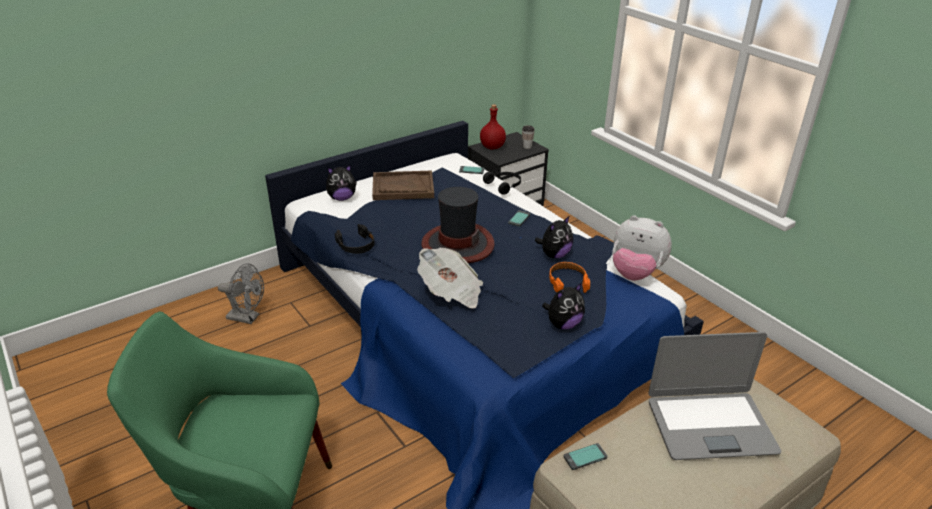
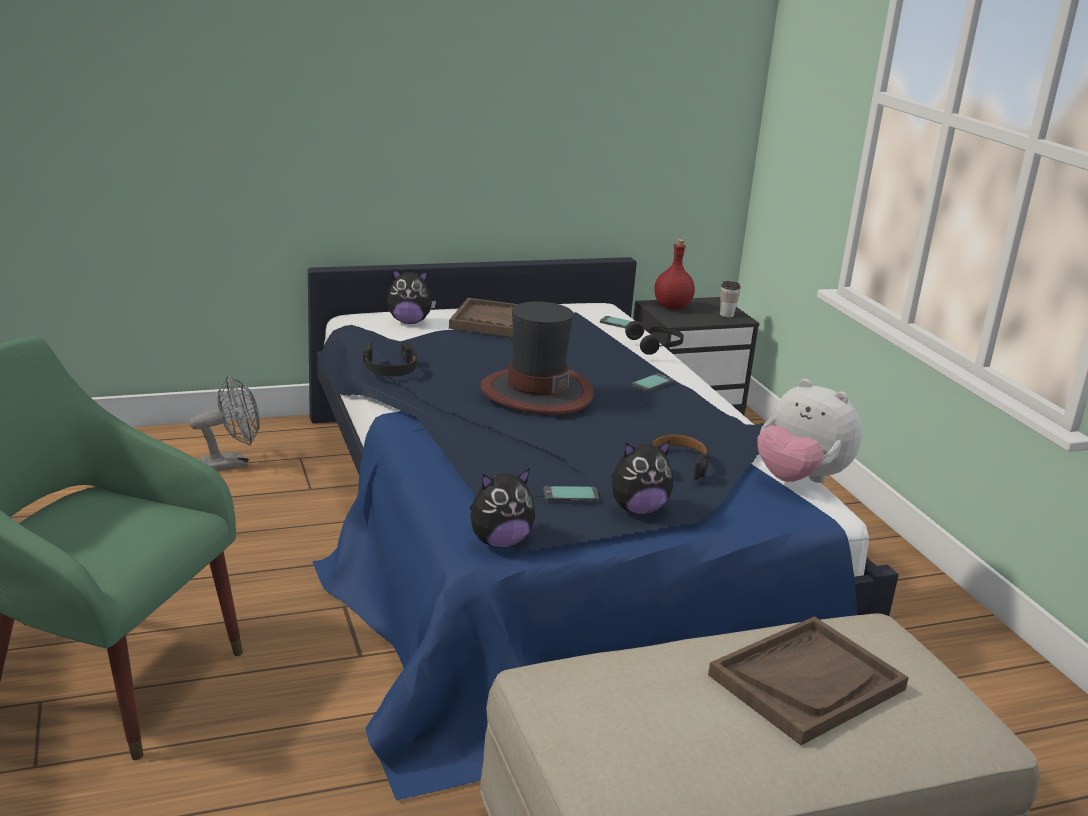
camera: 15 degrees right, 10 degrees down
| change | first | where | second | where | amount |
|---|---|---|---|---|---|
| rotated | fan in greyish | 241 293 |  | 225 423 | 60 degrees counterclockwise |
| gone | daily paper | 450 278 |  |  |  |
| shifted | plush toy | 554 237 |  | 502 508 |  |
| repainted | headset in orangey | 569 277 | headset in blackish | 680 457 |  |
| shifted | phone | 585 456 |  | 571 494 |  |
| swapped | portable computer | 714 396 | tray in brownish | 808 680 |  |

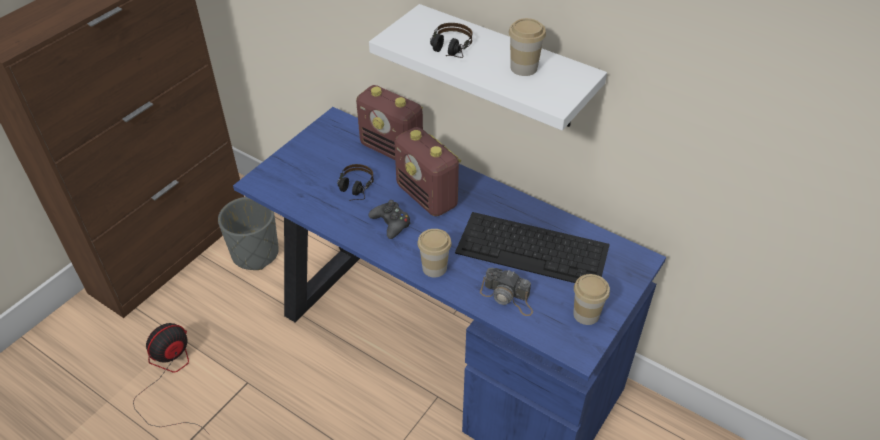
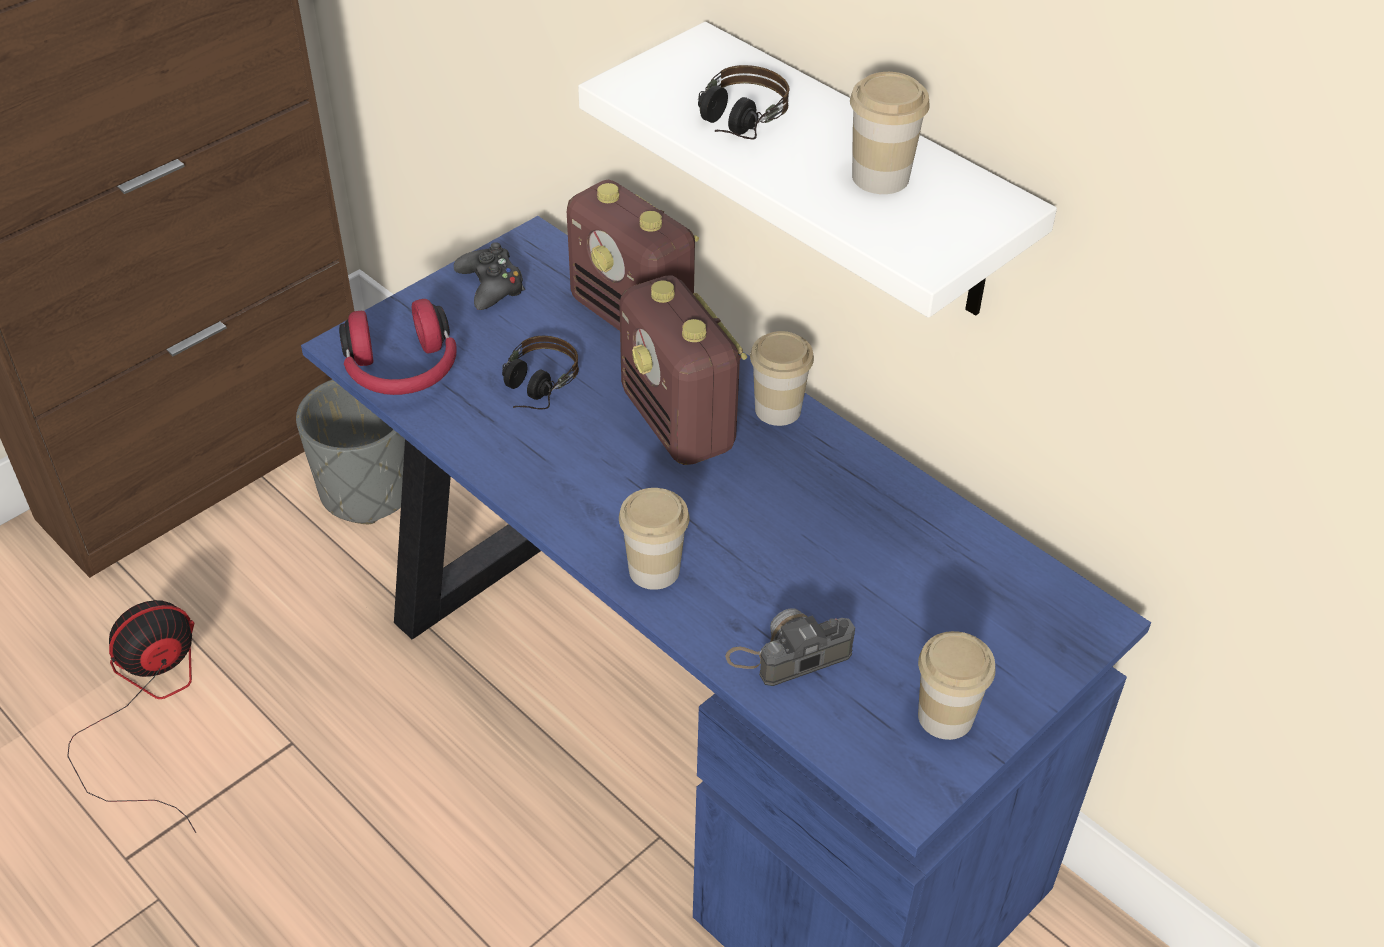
camera: 10 degrees right, 0 degrees up
| change | first | where | second | where | amount |
|---|---|---|---|---|---|
| shifted | gamepad in blackish | 390 219 |  | 489 276 |  |
| gone | keyboard | 532 247 |  |  |  |
| rotated | photo camera | 506 292 |  | 790 647 | 120 degrees clockwise |
| new |  |  | headset in reddish | 398 347 |  |
| new |  |  | drinking cup | 782 378 |  |

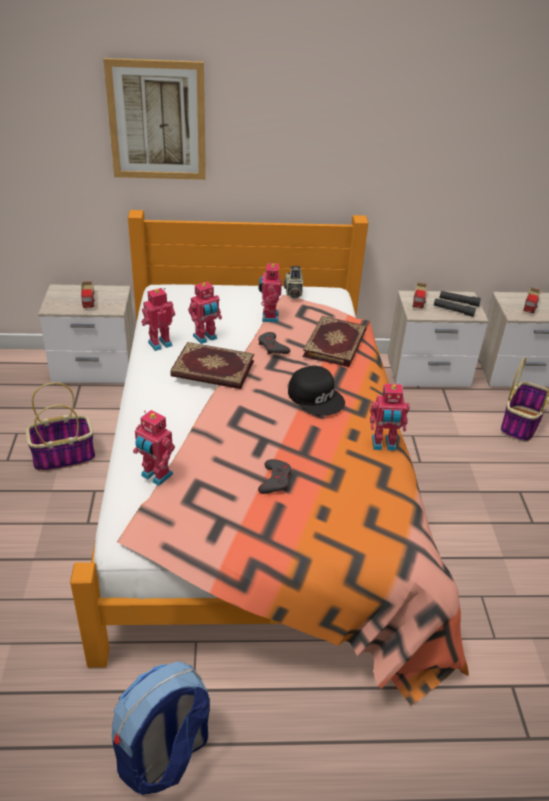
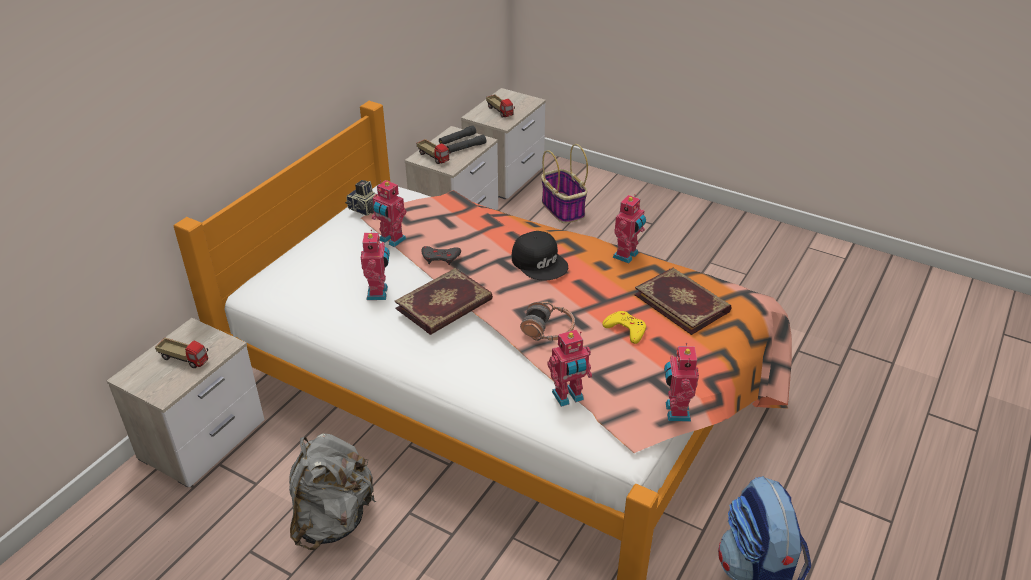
camera: 55 degrees left, 0 degrees up
| change | first | where | second | where | amount |
|---|---|---|---|---|---|
| swapped | household basket | 61 427 | knapsack in greyish | 332 491 |  |
| gone | wall art | 154 119 |  |  |  |
| shifted | robot figure | 158 319 |  | 681 382 |  |
| repainted | gamepad in greyish | 274 476 | gamepad in yellow-coloured | 624 327 |  |
| rotated | peaked cap in blackish | 316 391 |  | 540 255 | 60 degrees clockwise |
| shifted | bound book | 334 341 |  | 682 301 |  |
| new |  |  | headset | 547 321 |  |

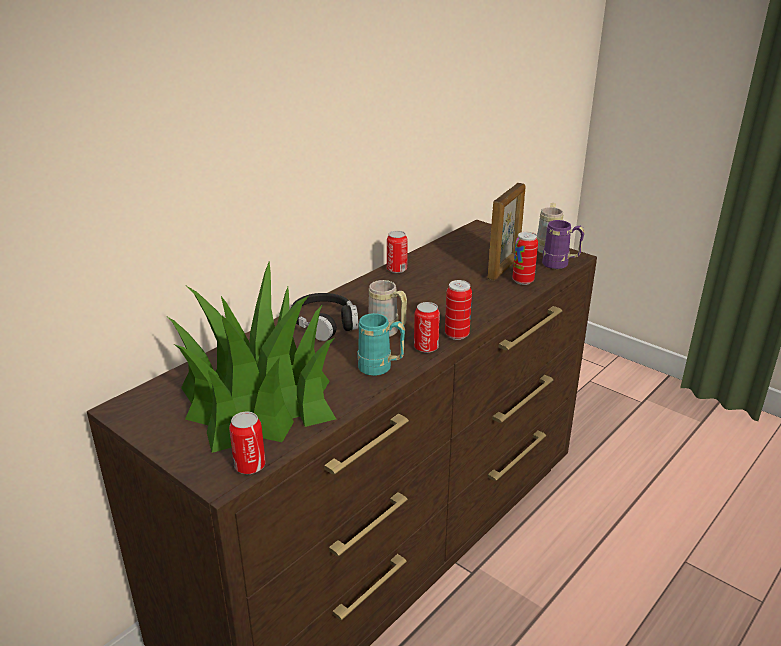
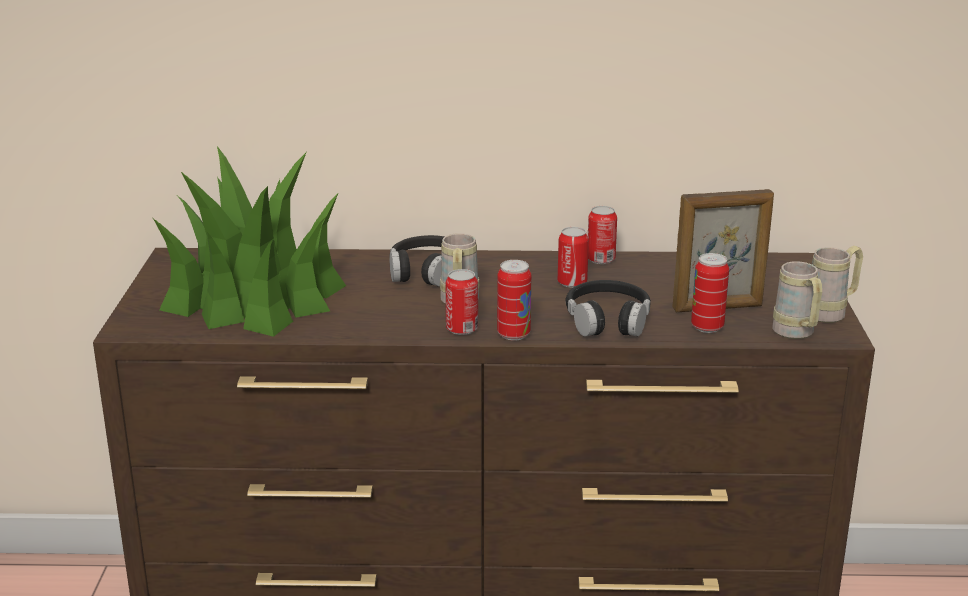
camera: 50 degrees right, 5 degrees down
| change | first | where | second | where | amount |
|---|---|---|---|---|---|
| shifted | metal can | 247 443 |  | 573 257 |  |
| gone | coffee mug in blue-green | 381 344 |  |  |  |
| repainted | coffee mug in purple | 563 244 | coffee mug in sand-coloured | 797 300 |  |
| new |  |  | headset in blackish | 608 308 |  |

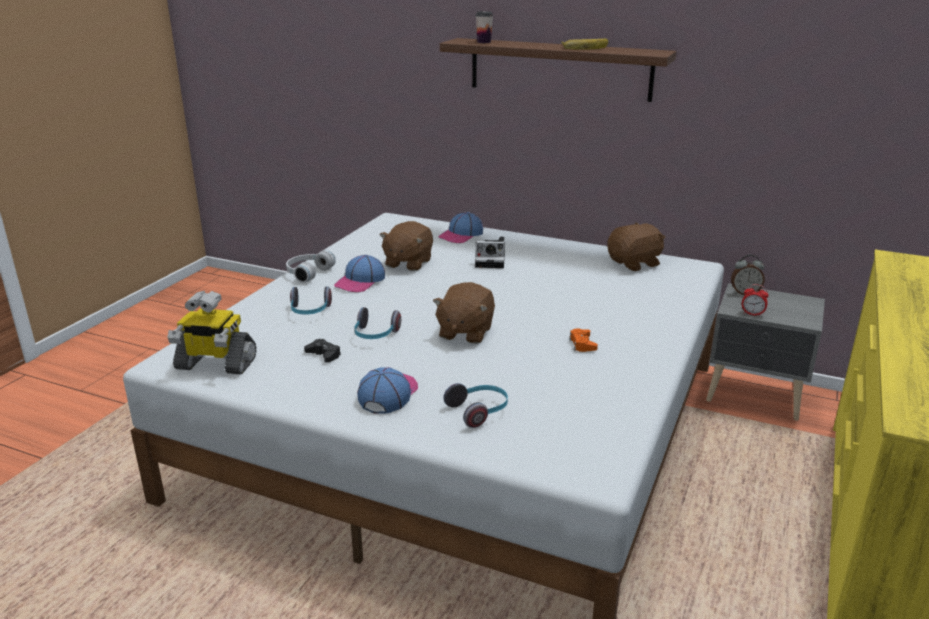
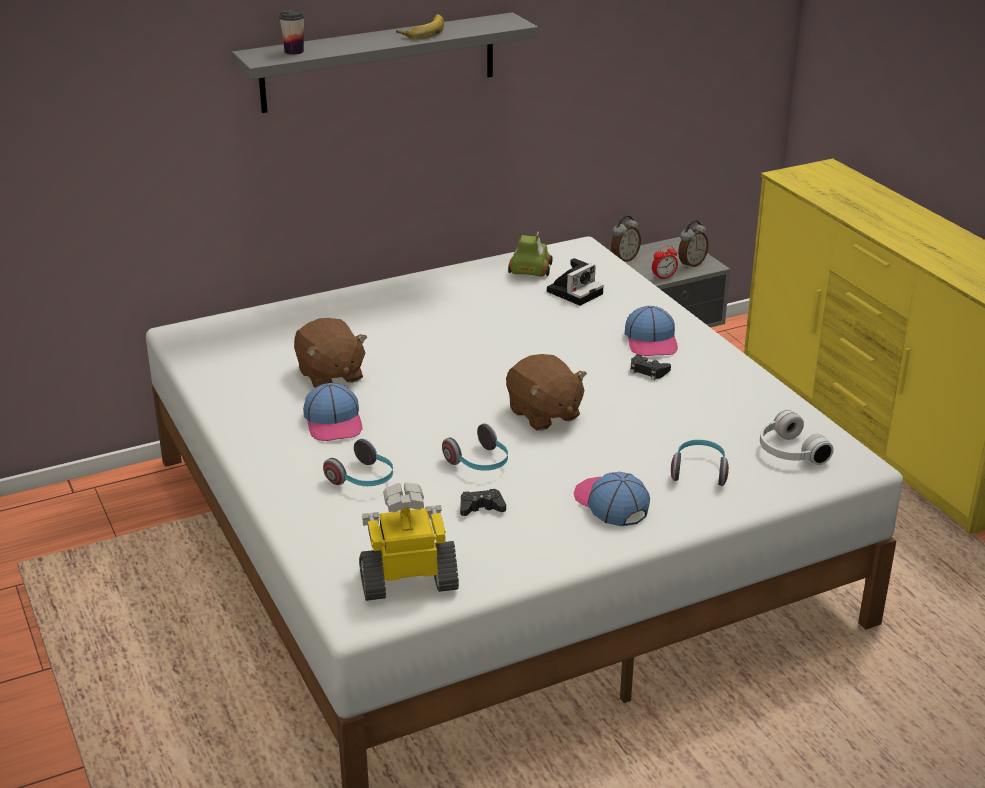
camera: 50 degrees left, 5 degrees up
| change | first | where | second | where | amount |
|---|---|---|---|---|---|
| rotated | robot figure | 211 333 |  | 409 541 | 150 degrees counterclockwise |
| shifted | headset in white | 311 266 |  | 797 437 |  |
| shifted | peaked cap | 461 227 |  | 651 331 |  |
| repainted | bracket shelf in brownish | 558 70 | bracket shelf in greyish | 385 62 |  |
| shifted | photo camera | 490 252 |  | 575 282 |  |
| repainted | gamepad in orangey | 583 340 | gamepad in blackish | 650 367 |  |
| swapped | plush toy in brownish | 636 246 | miniature car | 530 254 |  |
| new |  |  | table clock | 693 244 |  |

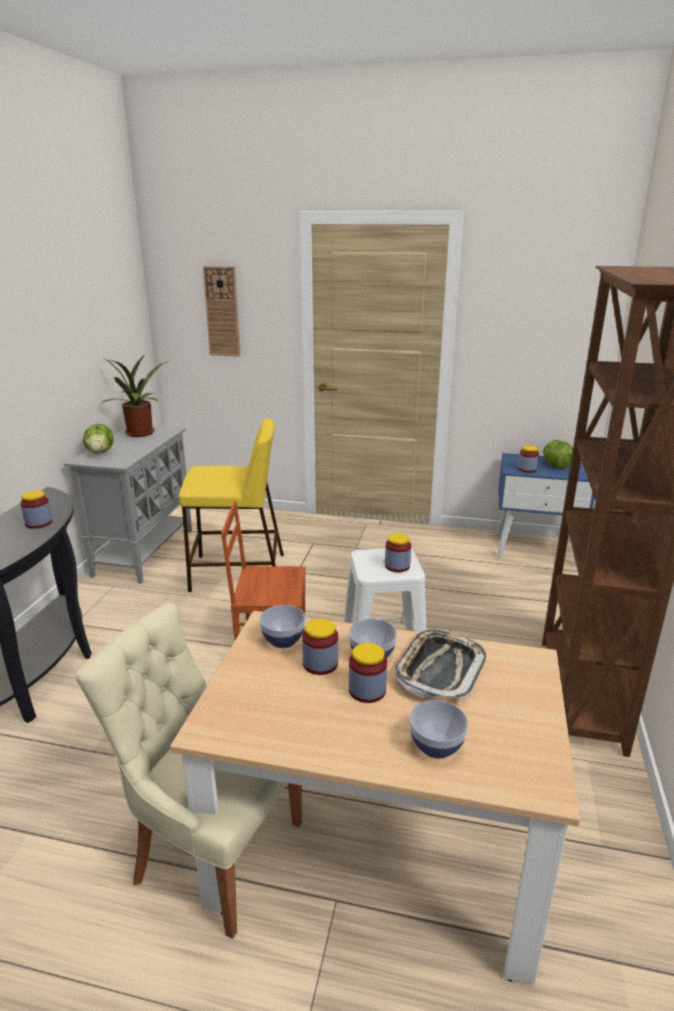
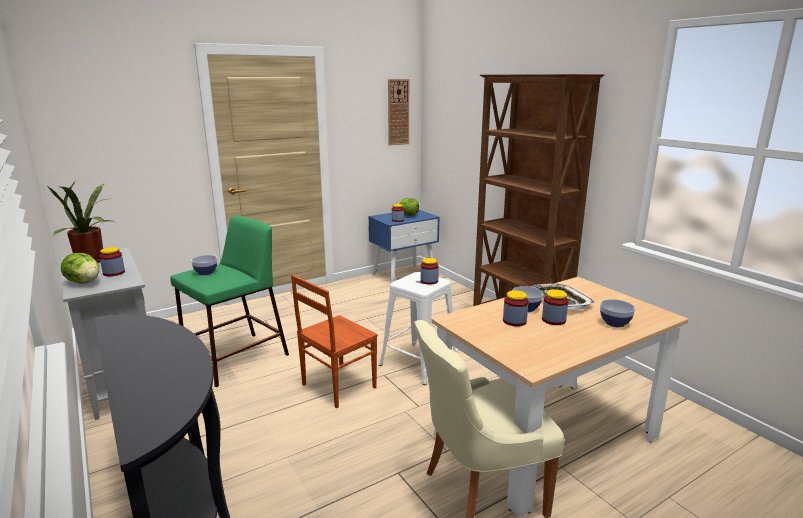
camera: 45 degrees left, 5 degrees down
| change | first | where | second | where | amount |
|---|---|---|---|---|---|
| shifted | preserve jar | 36 509 |  | 112 261 |  |
| repainted | stool seat in yellow-coloured | 231 505 | stool seat in green | 229 301 |  |
| shifted | clock on the wall | 221 311 |  | 398 112 |  |
| shifted | deep dish | 282 626 |  | 204 265 |  |

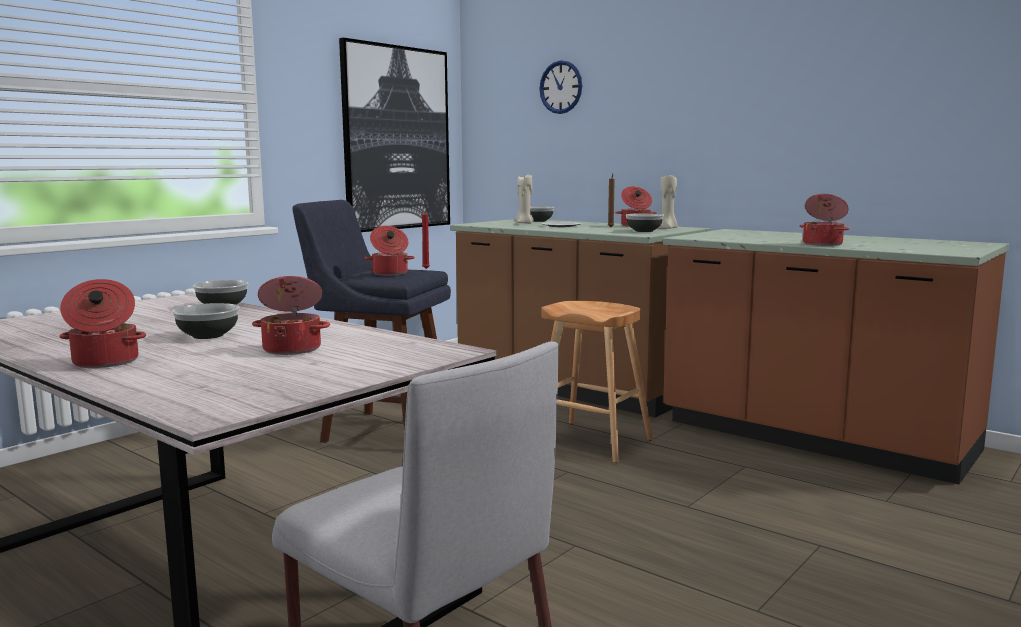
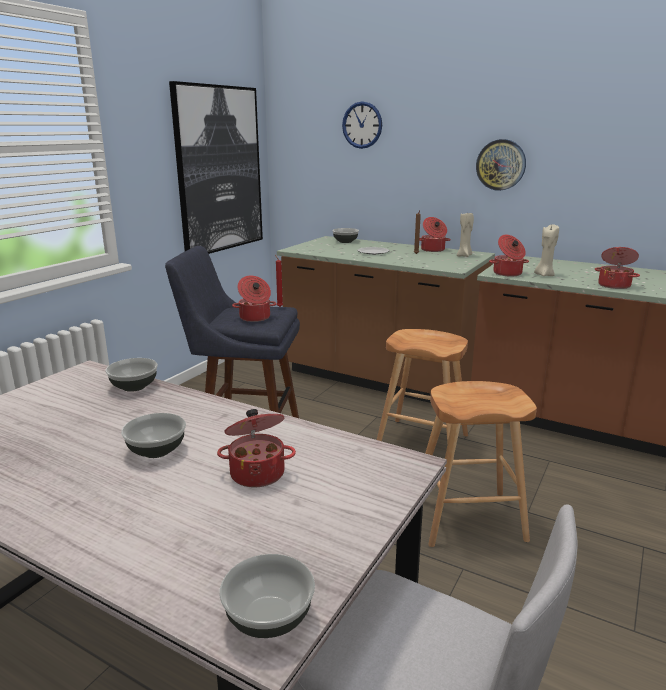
camera: 10 degrees left, 10 degrees up
| change | first | where | second | where | amount |
|---|---|---|---|---|---|
| shifted | cooking pot | 103 323 |  | 509 256 |  |
| shifted | wax light in sand-coloured | 524 199 |  | 546 250 |  |
| shifted | deep dish | 645 222 |  | 267 596 |  |
| new |  |  | stool seat in brownish | 481 464 |  |
| new |  |  | clock on the wall | 501 165 |  |

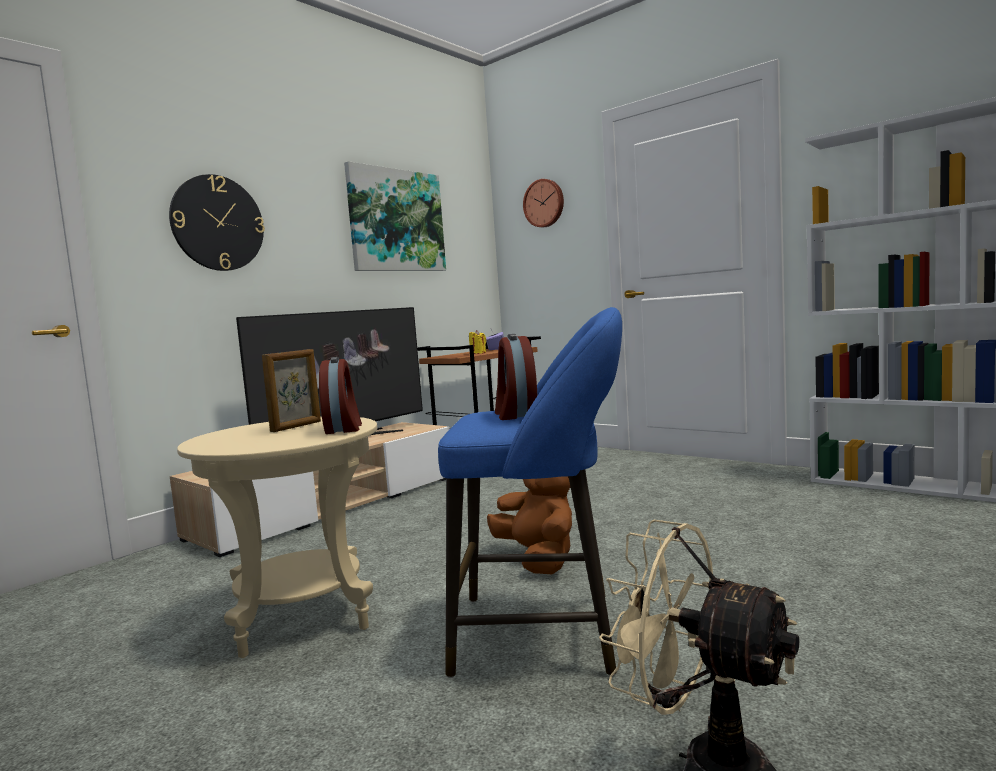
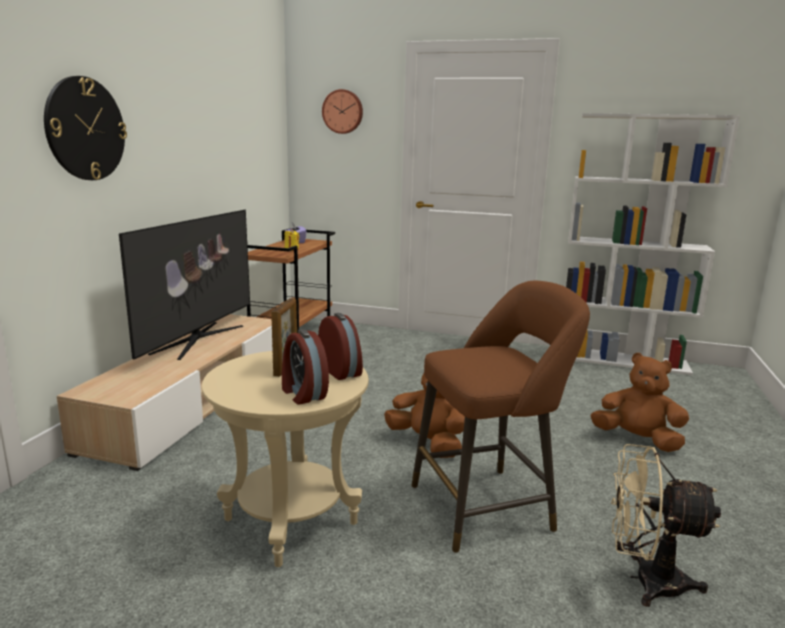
camera: 25 degrees left, 10 degrees up
| change | first | where | second | where | amount |
|---|---|---|---|---|---|
| gone | wall art | 395 216 |  |  |  |
| repainted | stool seat in blue | 530 492 | stool seat in brownish | 501 417 |  |
| shifted | table clock | 516 377 |  | 305 367 |  |
| new |  |  | plush toy in brownish | 639 402 |  |

